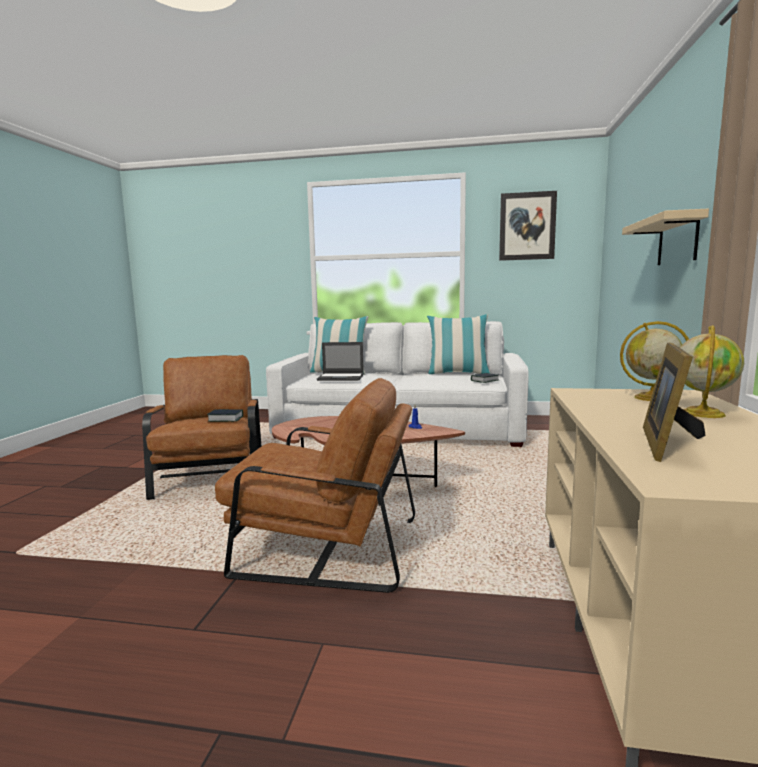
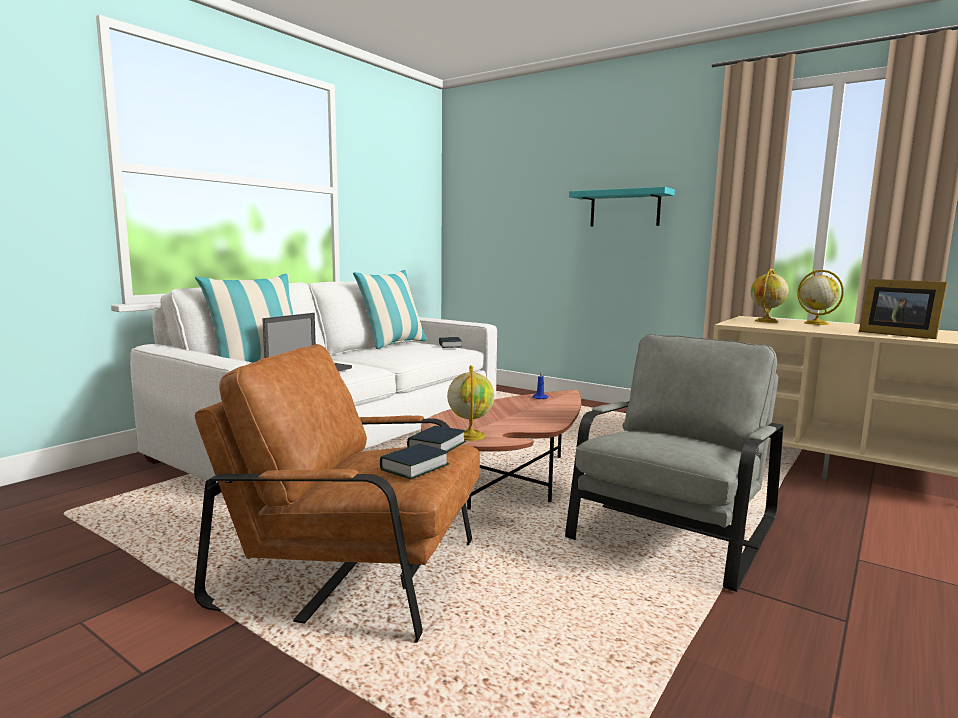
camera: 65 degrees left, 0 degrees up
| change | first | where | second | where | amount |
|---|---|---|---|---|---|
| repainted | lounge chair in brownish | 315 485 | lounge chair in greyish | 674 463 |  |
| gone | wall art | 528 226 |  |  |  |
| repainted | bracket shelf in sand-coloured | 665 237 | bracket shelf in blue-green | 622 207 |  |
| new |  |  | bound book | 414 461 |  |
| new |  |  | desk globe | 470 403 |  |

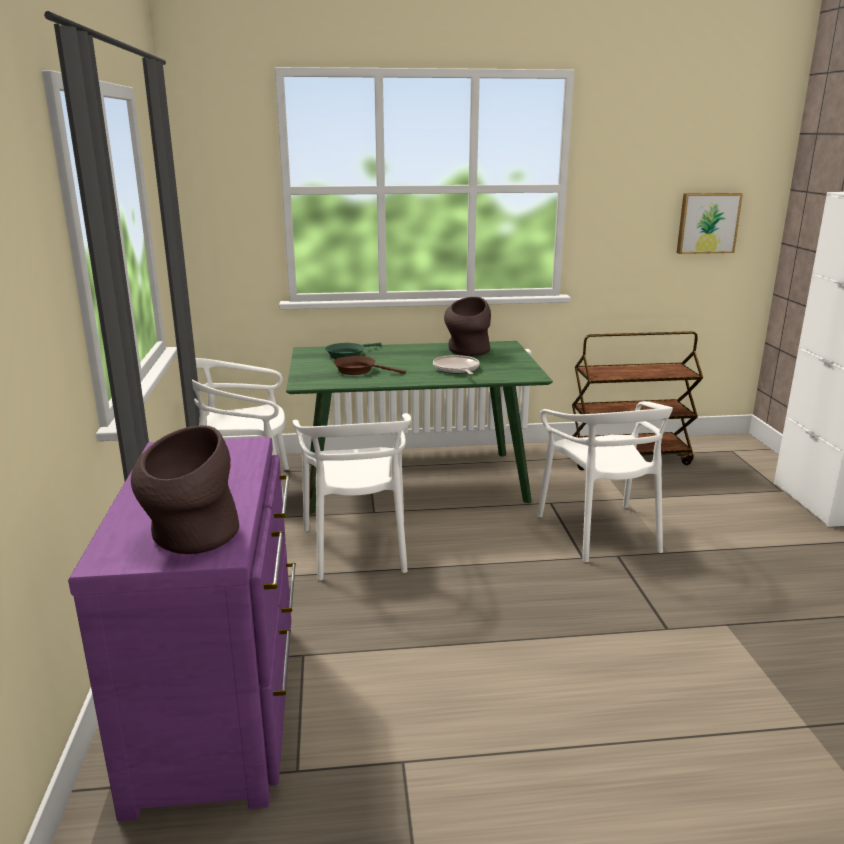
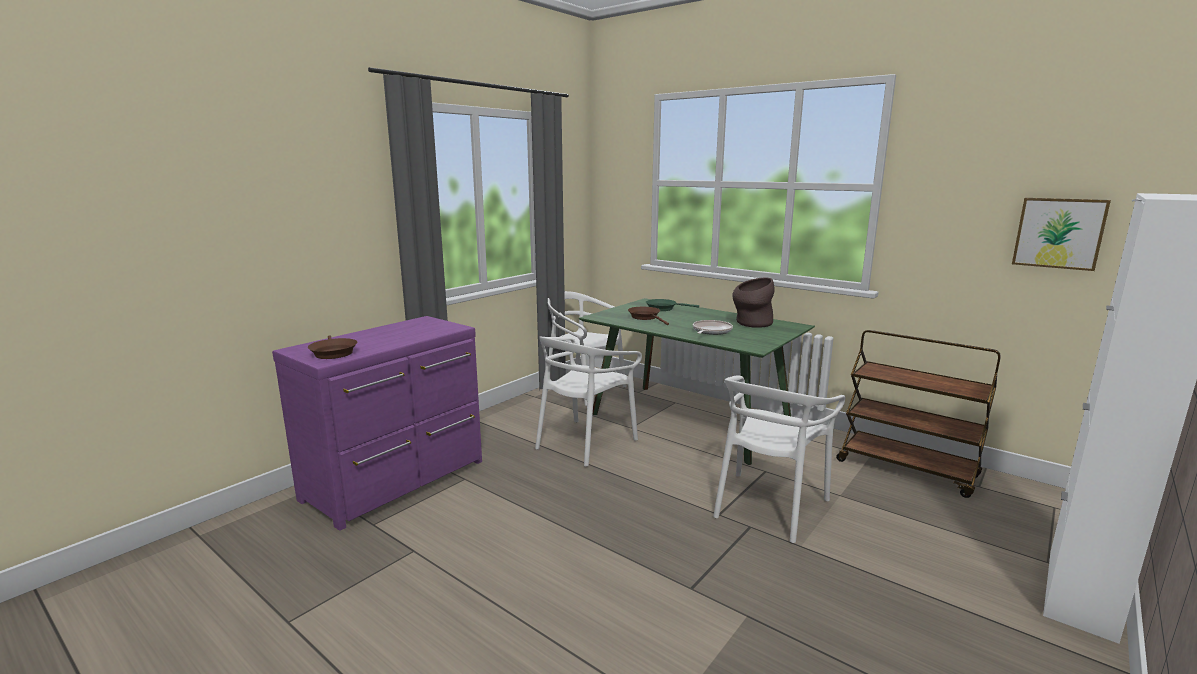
camera: 45 degrees right, 5 degrees down
| change | first | where | second | where | amount |
|---|---|---|---|---|---|
| swapped | decorative vase in brownish | 185 489 | pan in brownish | 332 347 |  |

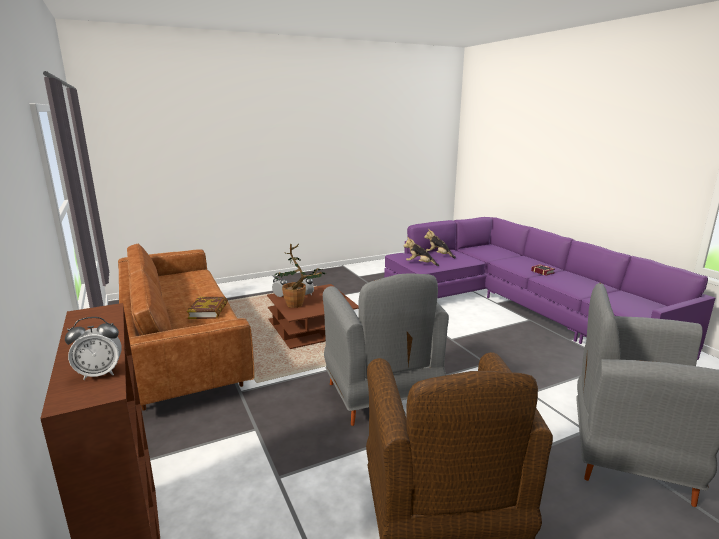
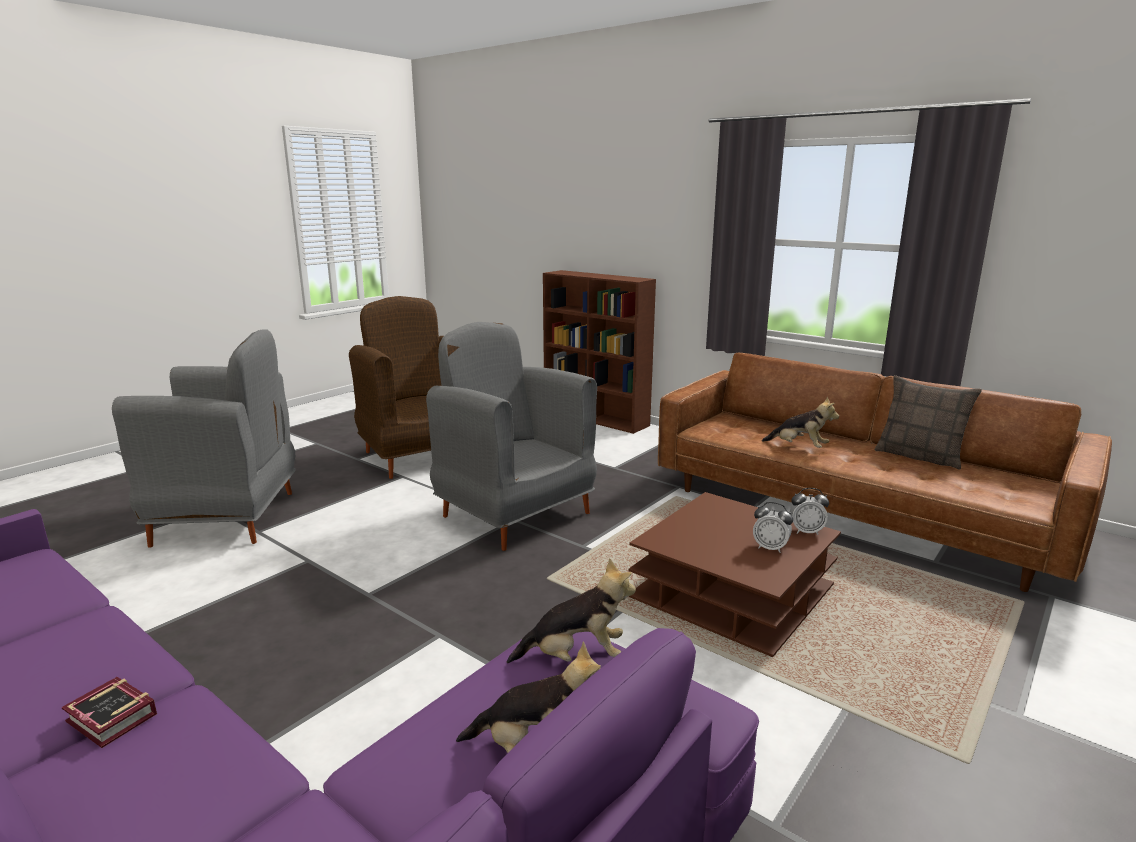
camera: 155 degrees right, 0 degrees up
| change | first | where | second | where | amount |
|---|---|---|---|---|---|
| gone | table clock | 93 348 |  |  |  |
| swapped | bound book | 207 308 | plush toy | 800 422 |  |
| gone | plant in a pot | 300 275 |  |  |  |
| new |  |  | cushion | 928 422 |  |

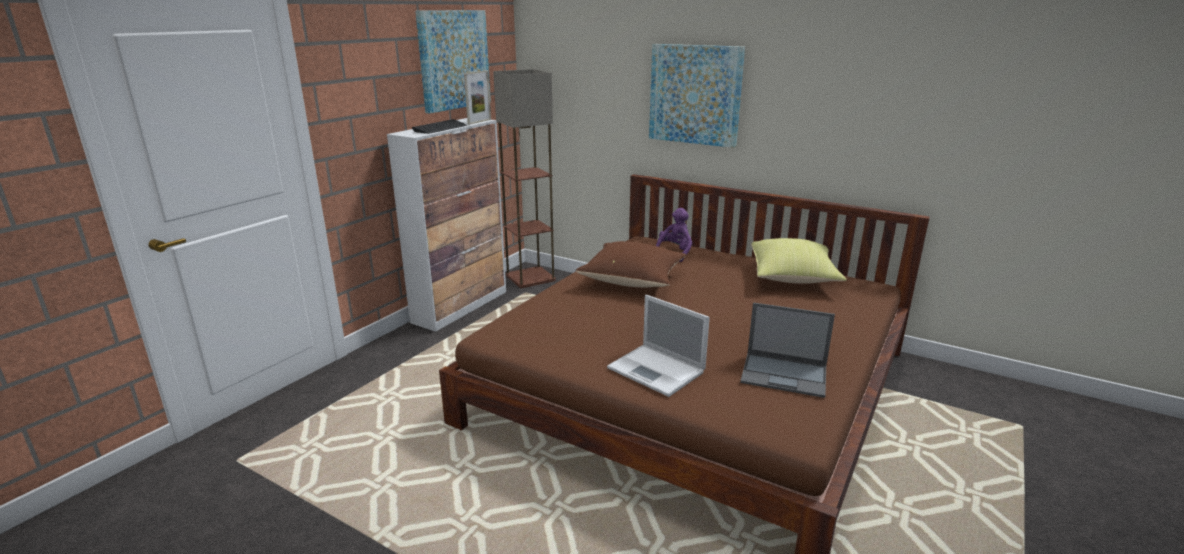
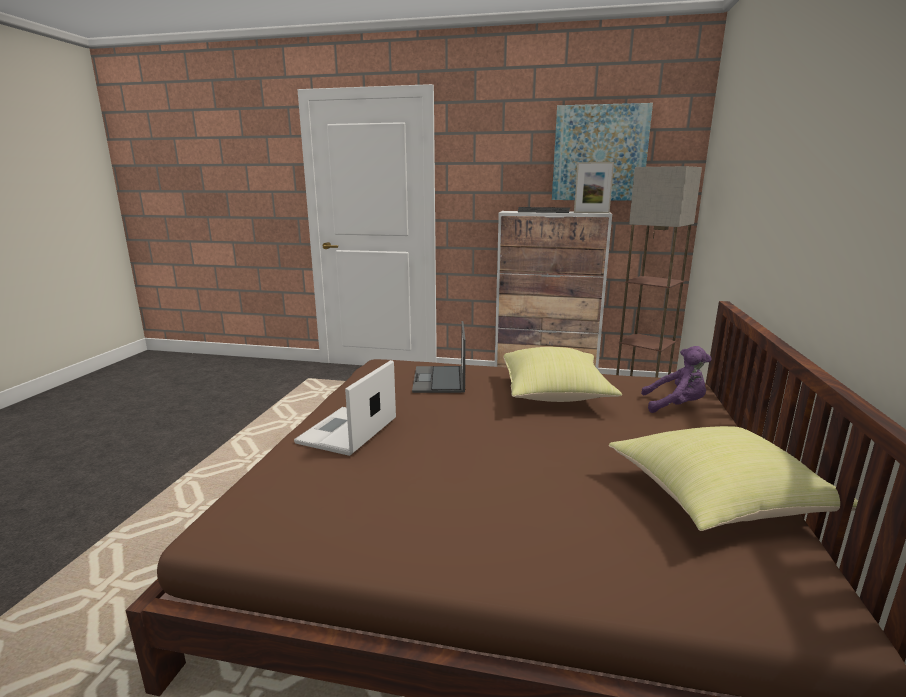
camera: 70 degrees right, 5 degrees down
| change | first | where | second | where | amount |
|---|---|---|---|---|---|
| repainted | cushion in brownish | 631 264 | cushion in yellow-coloured | 562 374 |  |
| gone | wall art | 697 96 |  |  |  |
| shifted | portable computer | 787 350 |  | 438 357 |  |

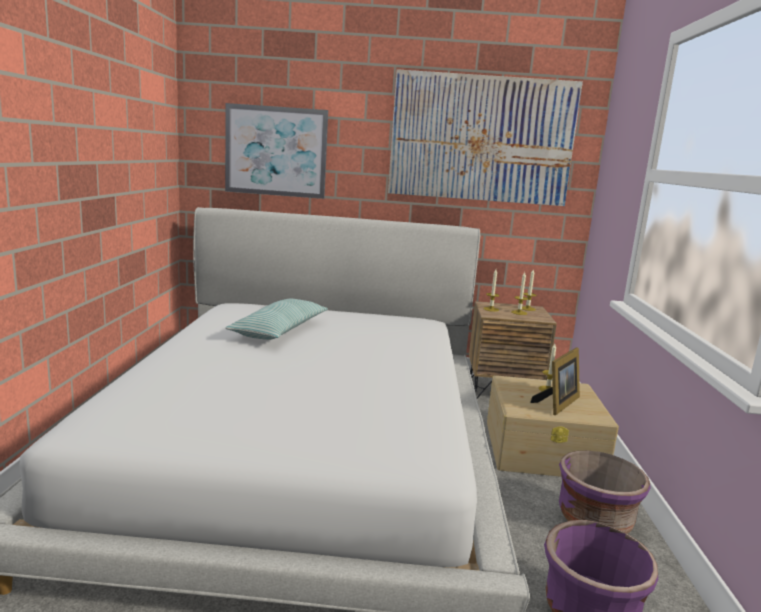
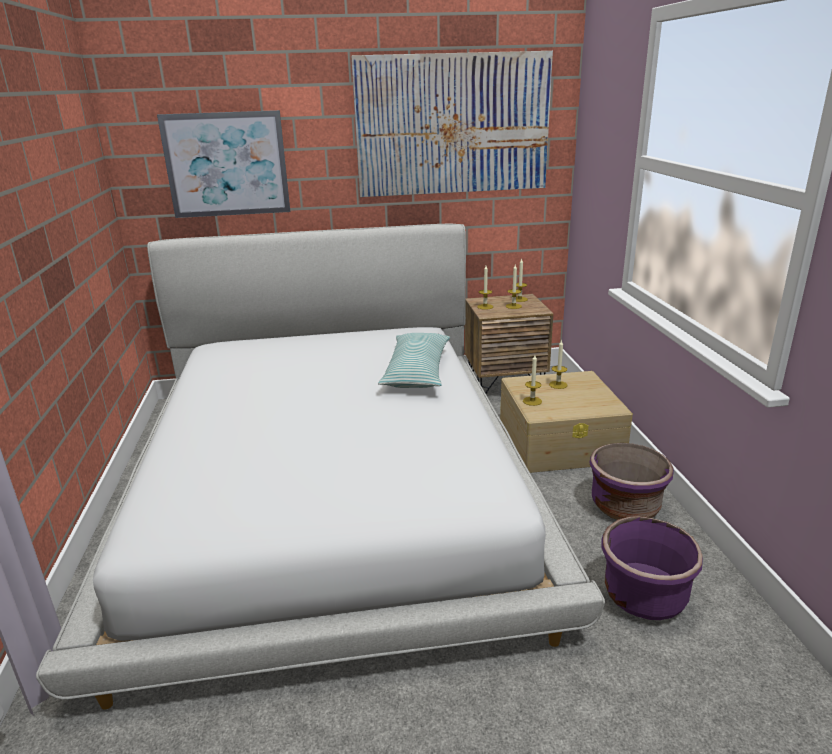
camera: 10 degrees left, 10 degrees up
| change | first | where | second | where | amount |
|---|---|---|---|---|---|
| shifted | cushion | 276 319 |  | 414 360 |  |
| gone | photo frame | 555 381 |  |  |  |
| new |  |  | wax light | 532 380 |  |

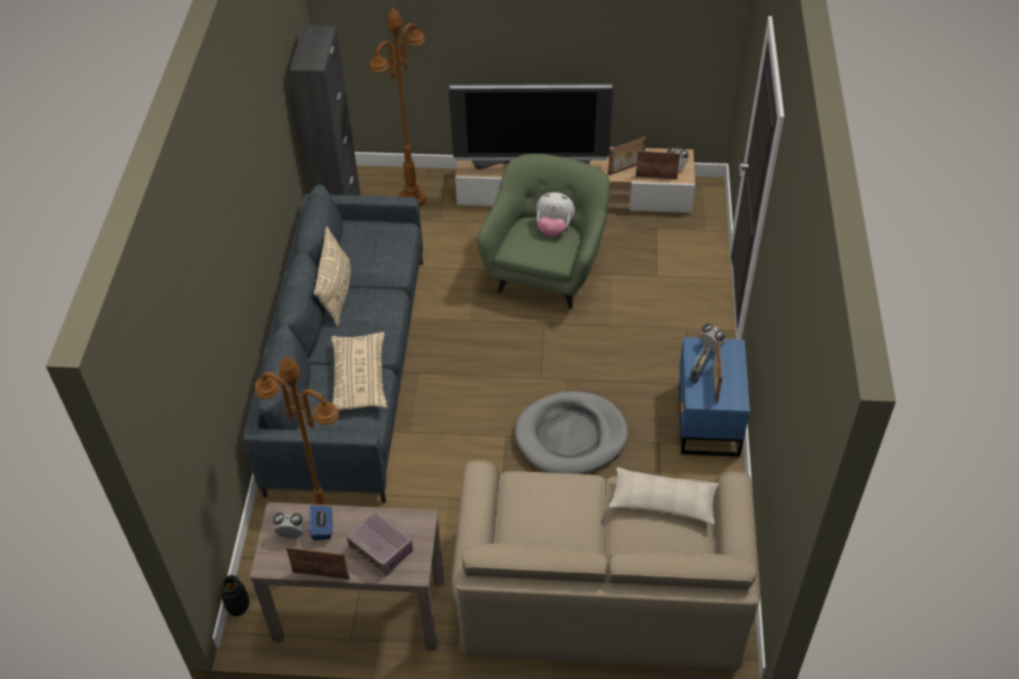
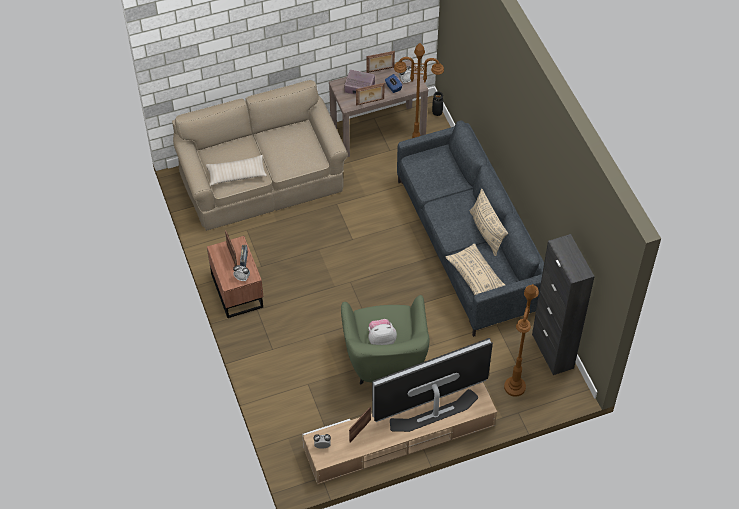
camera: 155 degrees right, 5 degrees up
| change | first | where | second | where | amount |
|---|---|---|---|---|---|
| shifted | cushion in sand-coloured | 359 371 |  | 475 269 |  |
| gone | dog bed in greyish | 571 432 |  |  |  |
| shifted | photo frame | 658 165 |  | 370 94 |  |
| repainted | bedside table in blue | 714 397 | bedside table in brownish | 235 277 |  |

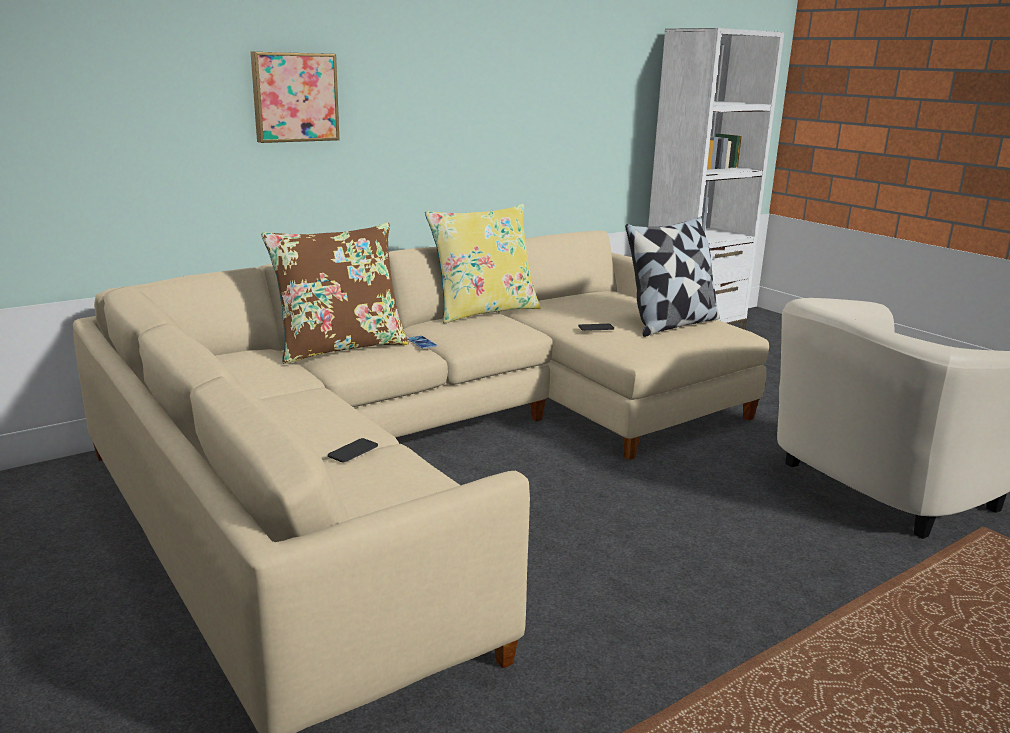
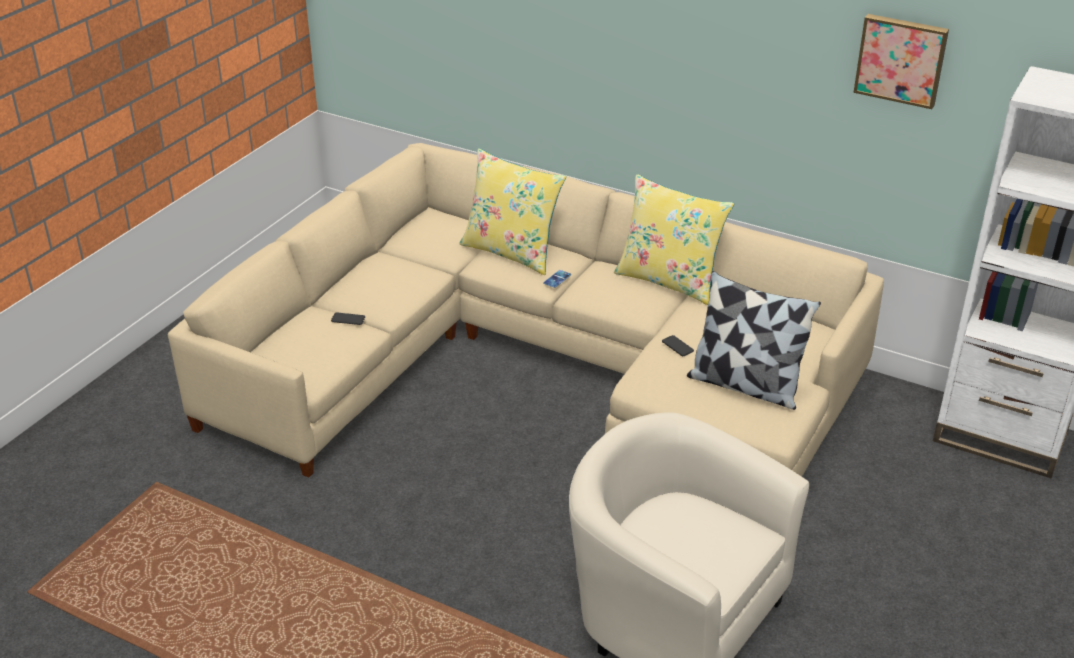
camera: 65 degrees right, 15 degrees up
| change | first | where | second | where | amount |
|---|---|---|---|---|---|
| shifted | wall art | 295 97 |  | 901 61 |  |
| repainted | cushion in brownish | 335 293 | cushion in yellow-coloured | 512 211 |  |

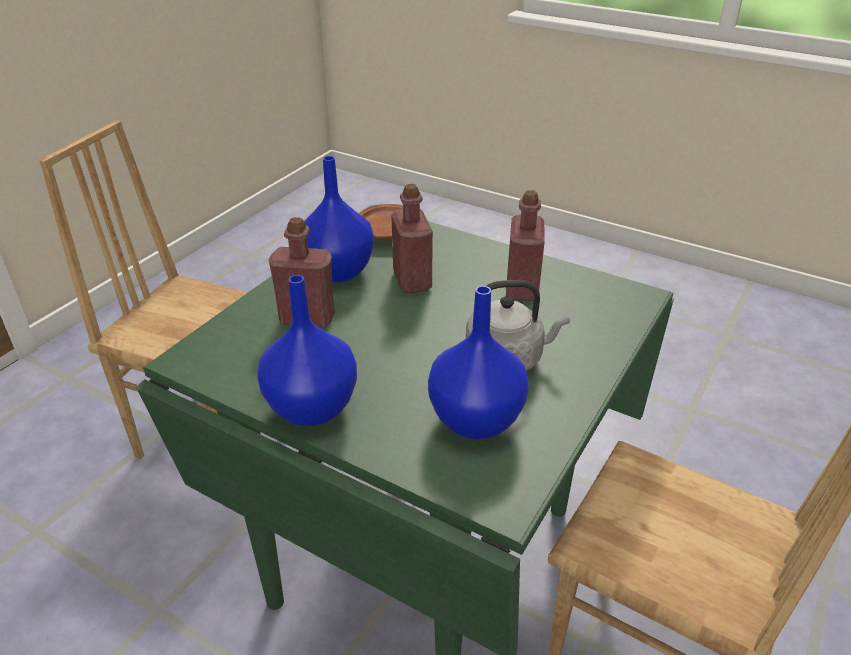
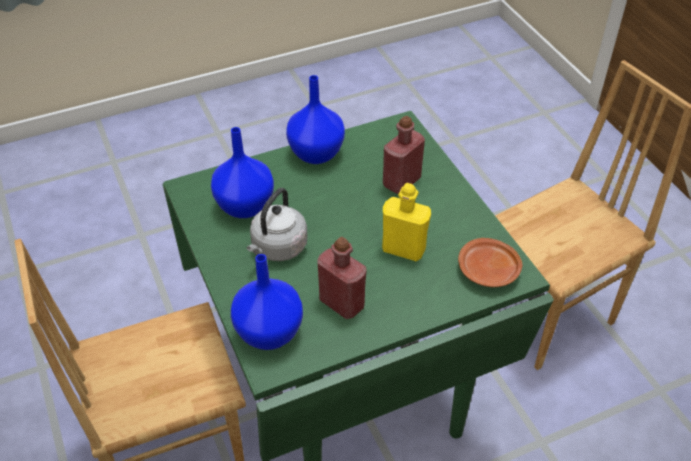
camera: 125 degrees right, 10 degrees up
| change | first | where | second | where | amount |
|---|---|---|---|---|---|
| shifted | decorative vase in blue | 339 219 |  | 267 302 |  |
| repainted | bottle in reddish | 412 238 | bottle in yellow-coloured | 406 222 |  |

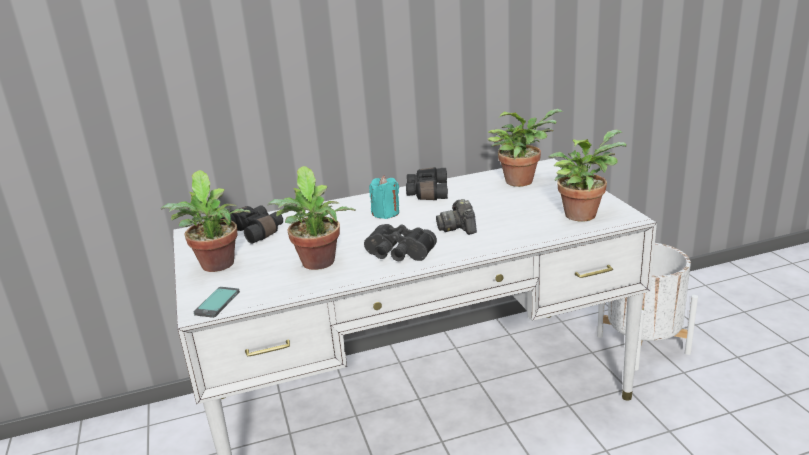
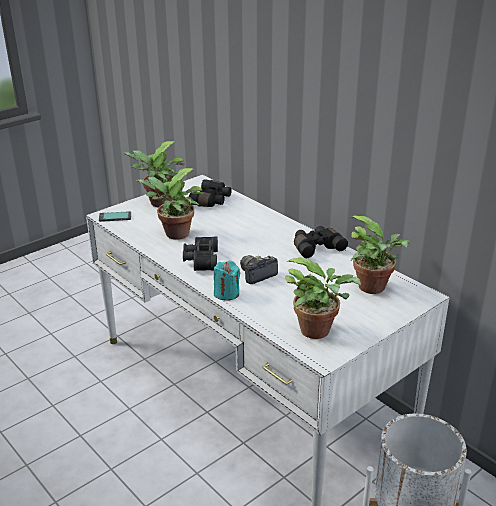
camera: 65 degrees right, 5 degrees up
| change | first | where | second | where | amount |
|---|---|---|---|---|---|
| shifted | wax light in blue-green | 384 197 |  | 227 280 |  |

